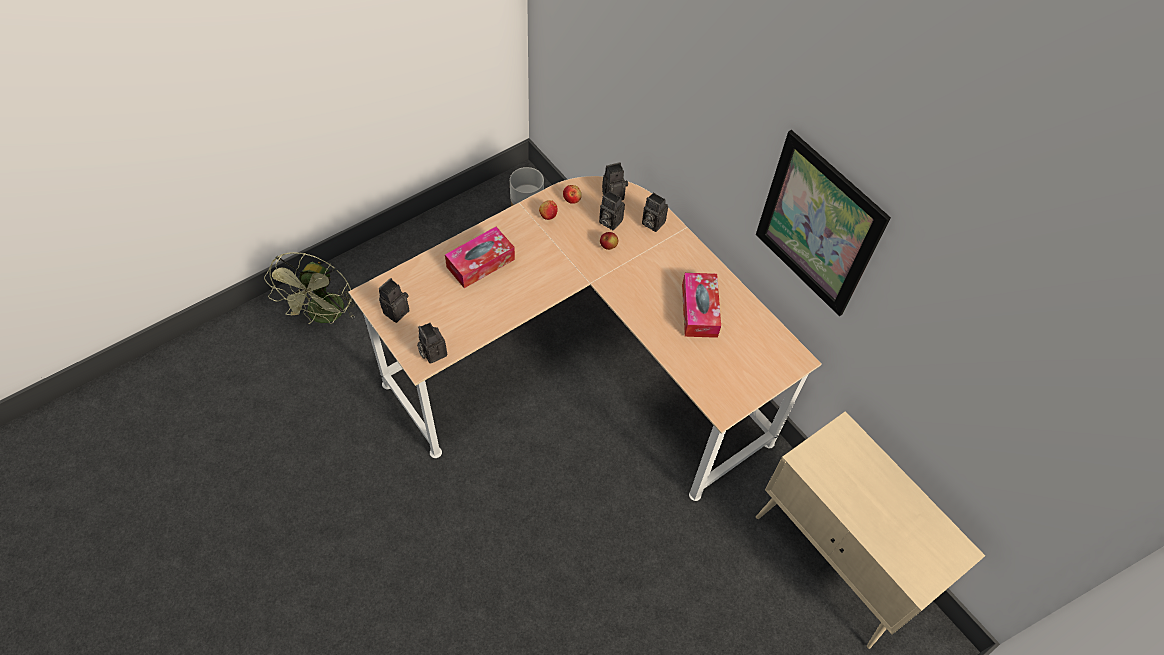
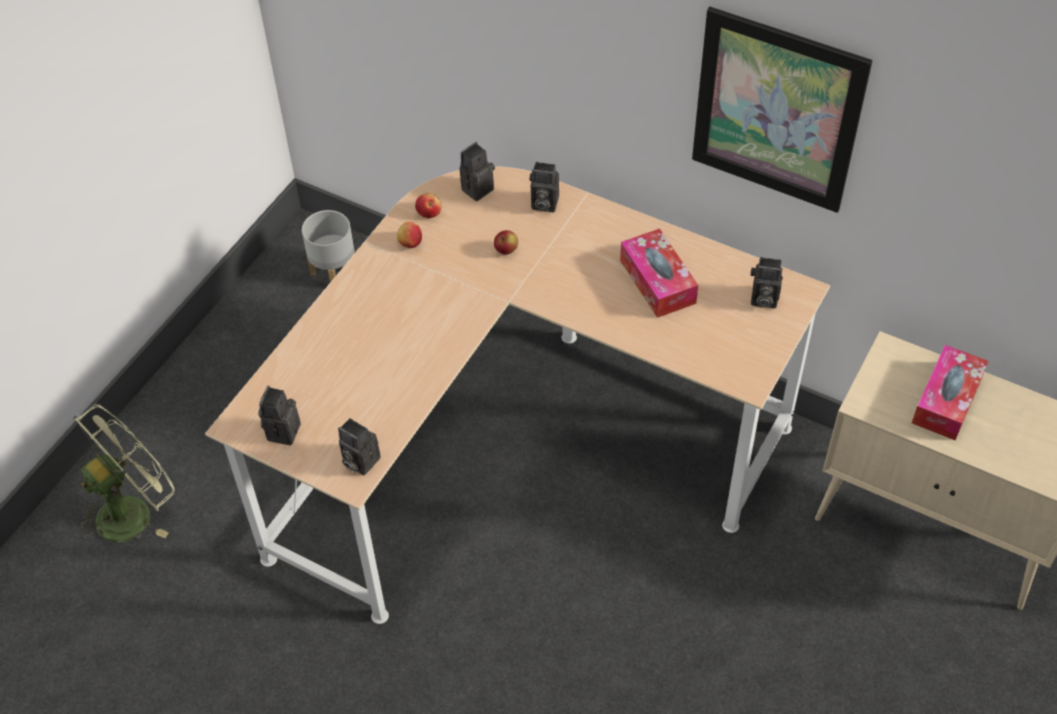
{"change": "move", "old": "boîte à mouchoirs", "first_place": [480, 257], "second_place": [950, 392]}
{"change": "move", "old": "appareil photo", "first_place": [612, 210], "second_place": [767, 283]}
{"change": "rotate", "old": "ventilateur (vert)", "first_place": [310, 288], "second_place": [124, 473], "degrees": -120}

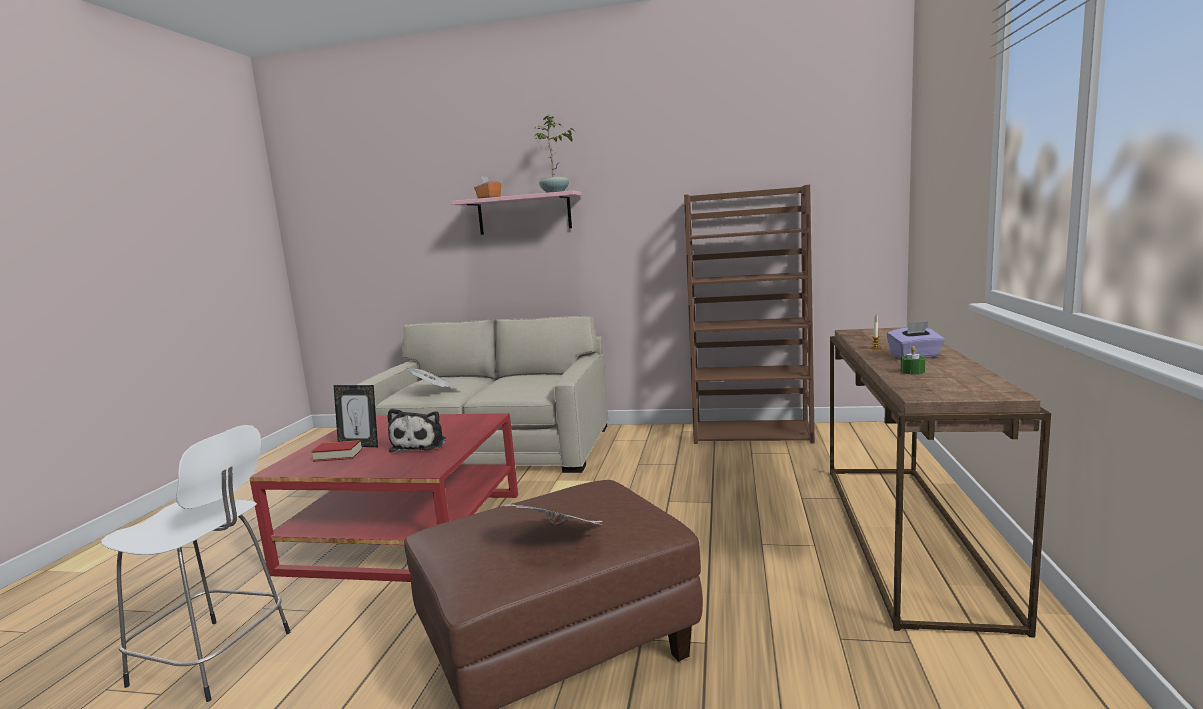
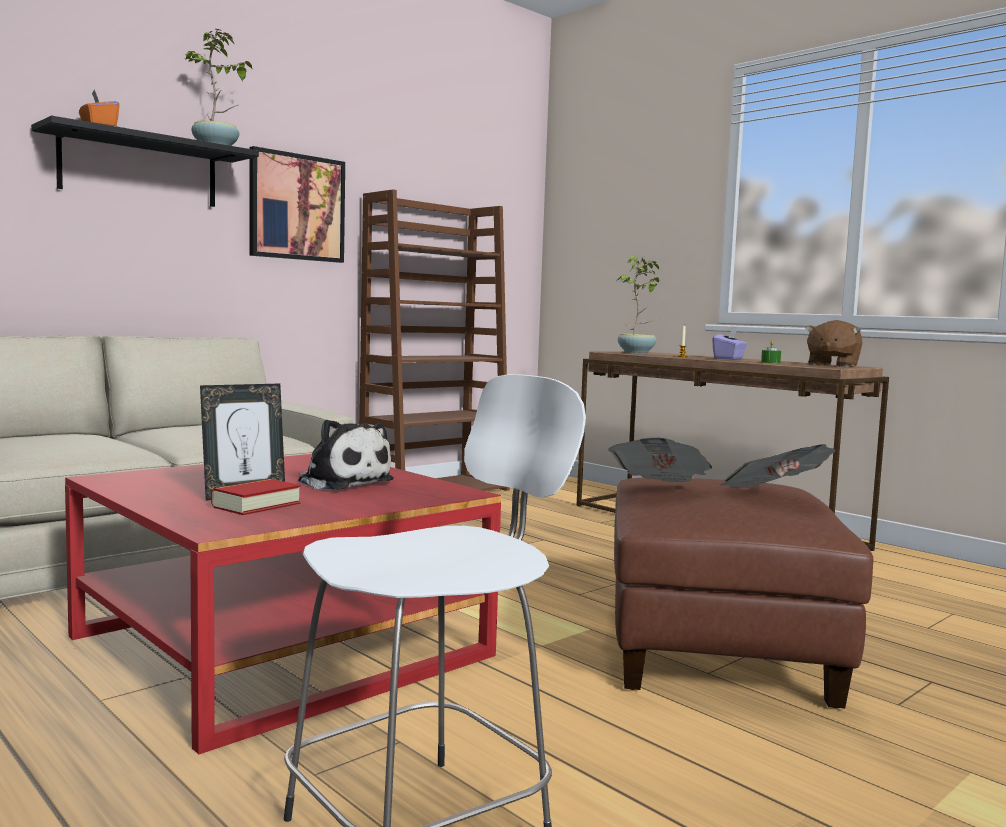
{"change": "insert", "new": "tableau", "second_place": [297, 204]}
{"change": "insert", "new": "plante en pot", "second_place": [639, 304]}
{"change": "insert", "new": "peluche (marron)", "second_place": [834, 343]}
{"change": "move", "old": "journal", "first_place": [431, 378], "second_place": [660, 460]}
{"change": "recolor", "old": "étagère (rose)", "new": "étagère (noir)", "first_place": [516, 213], "second_place": [145, 161]}

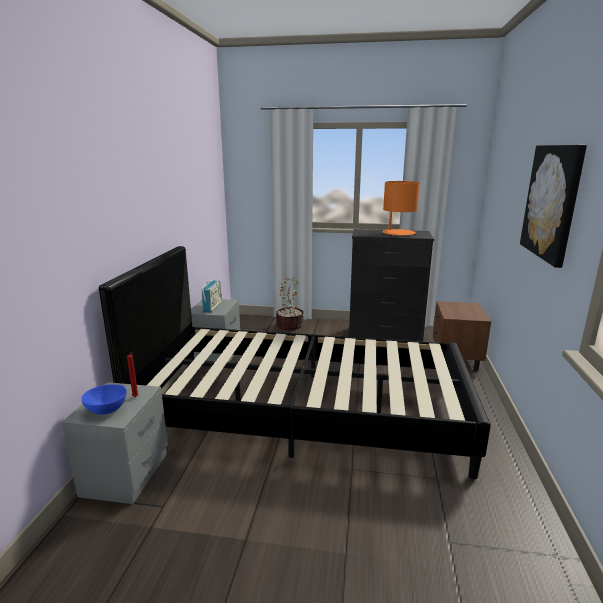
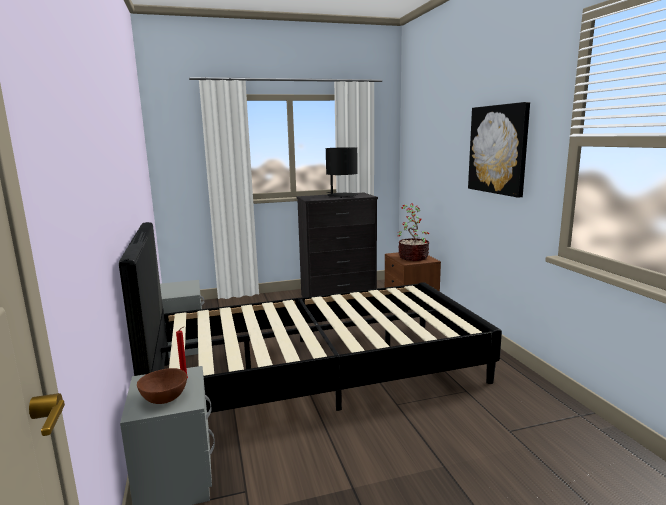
{"change": "delete", "old": "radio", "first_place": [212, 296]}
{"change": "move", "old": "plante en pot", "first_place": [290, 303], "second_place": [413, 232]}
{"change": "recolor", "old": "bol (bleu)", "new": "bol (marron)", "first_place": [104, 399], "second_place": [162, 386]}
{"change": "recolor", "old": "lampe de table (orange)", "new": "lampe de table (noir)", "first_place": [401, 208], "second_place": [342, 172]}

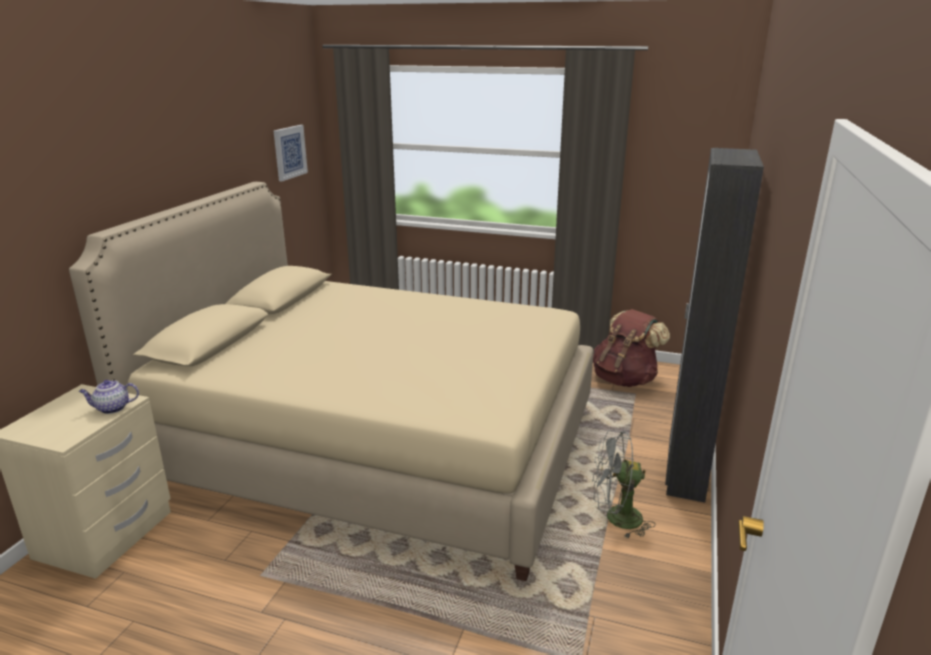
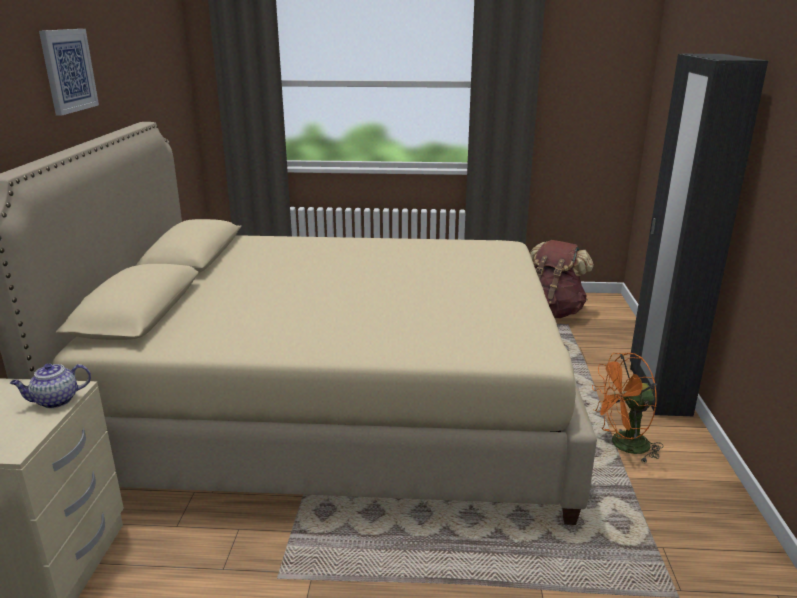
{"change": "move", "old": "tableau", "first_place": [291, 153], "second_place": [69, 72]}
{"change": "recolor", "old": "ventilateur (gris)", "new": "ventilateur (orange)", "first_place": [623, 484], "second_place": [628, 407]}

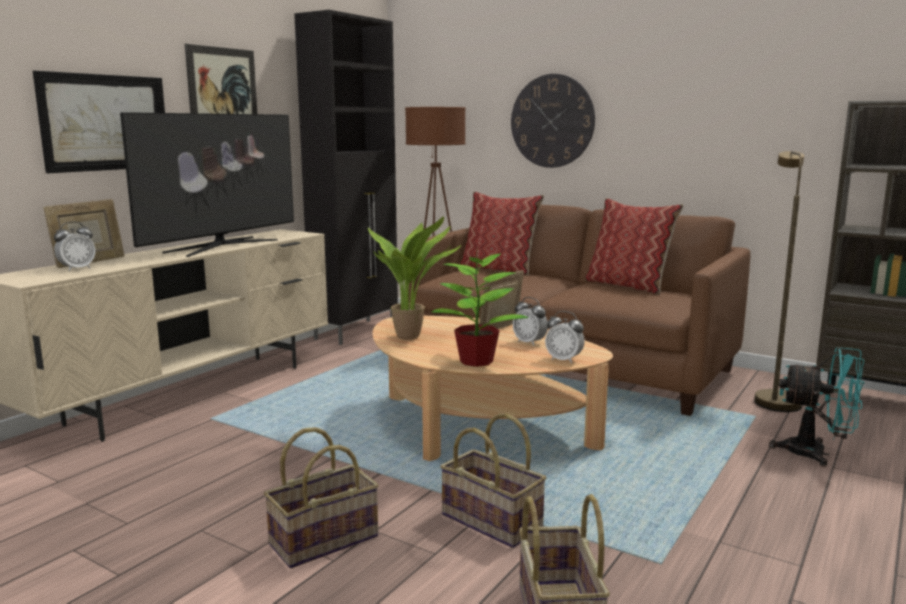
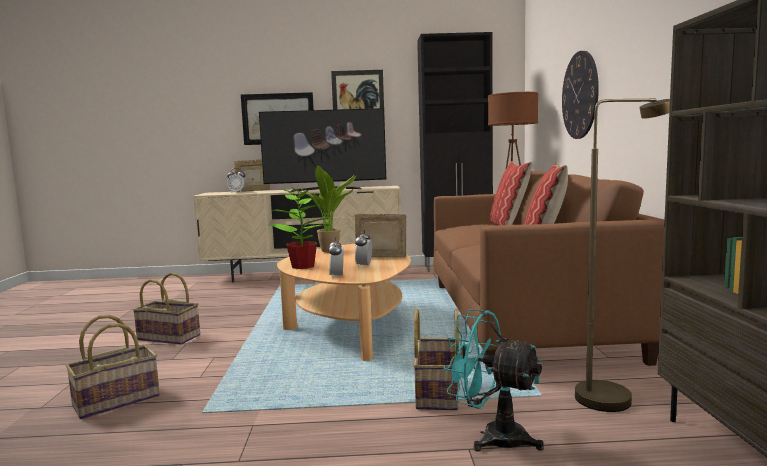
{"change": "move", "old": "panier", "first_place": [493, 480], "second_place": [436, 359]}
{"change": "rotate", "old": "ventilateur (turquoise)", "first_place": [817, 407], "second_place": [493, 380], "degrees": 135}

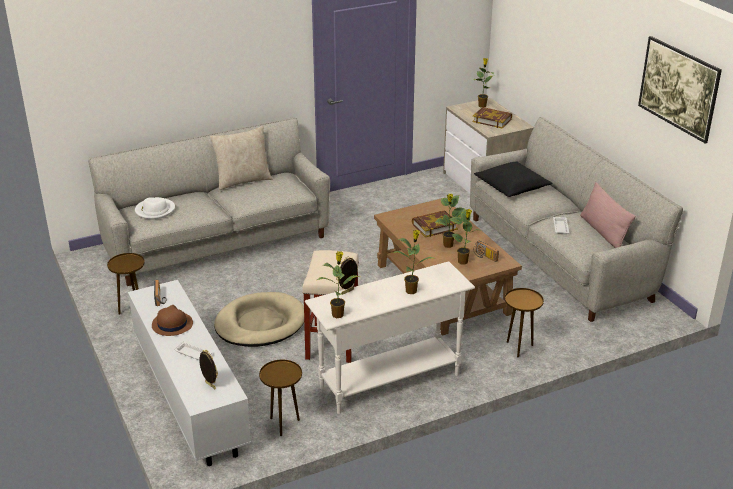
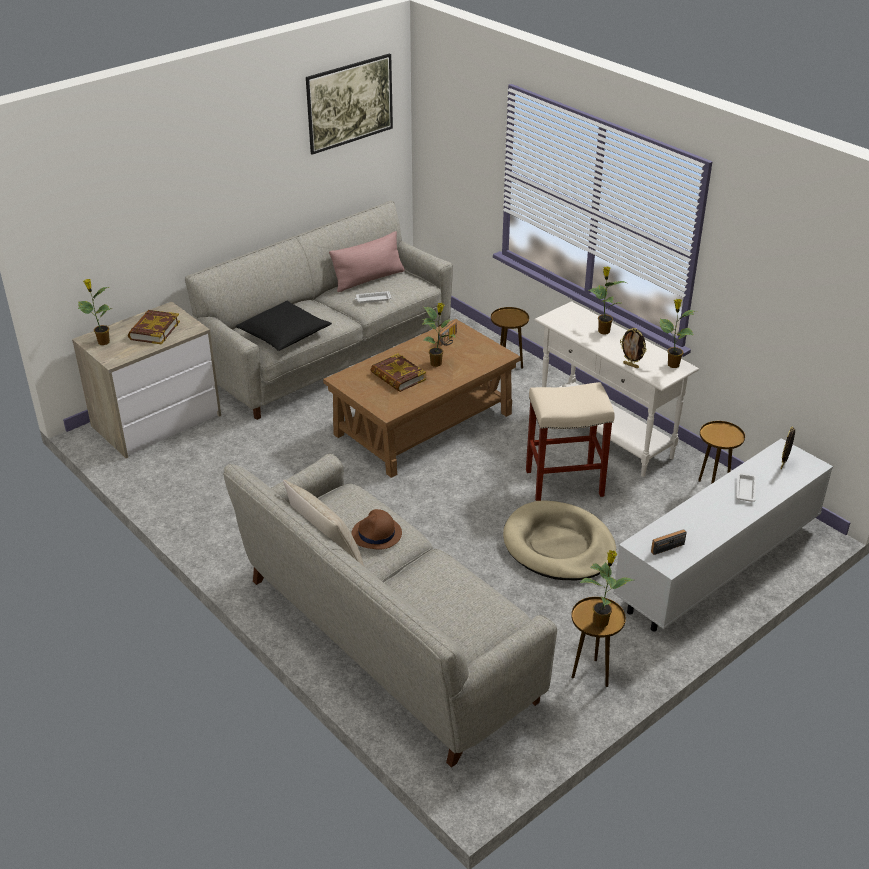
{"change": "delete", "old": "chapeau (blanc)", "first_place": [155, 208]}
{"change": "move", "old": "chapeau (marron)", "first_place": [172, 320], "second_place": [376, 529]}
{"change": "move", "old": "plante en pot", "first_place": [465, 237], "second_place": [606, 589]}

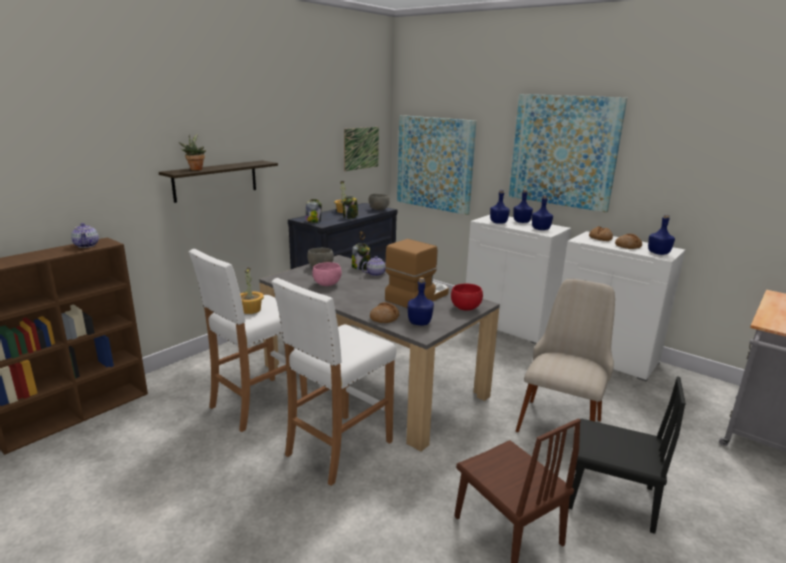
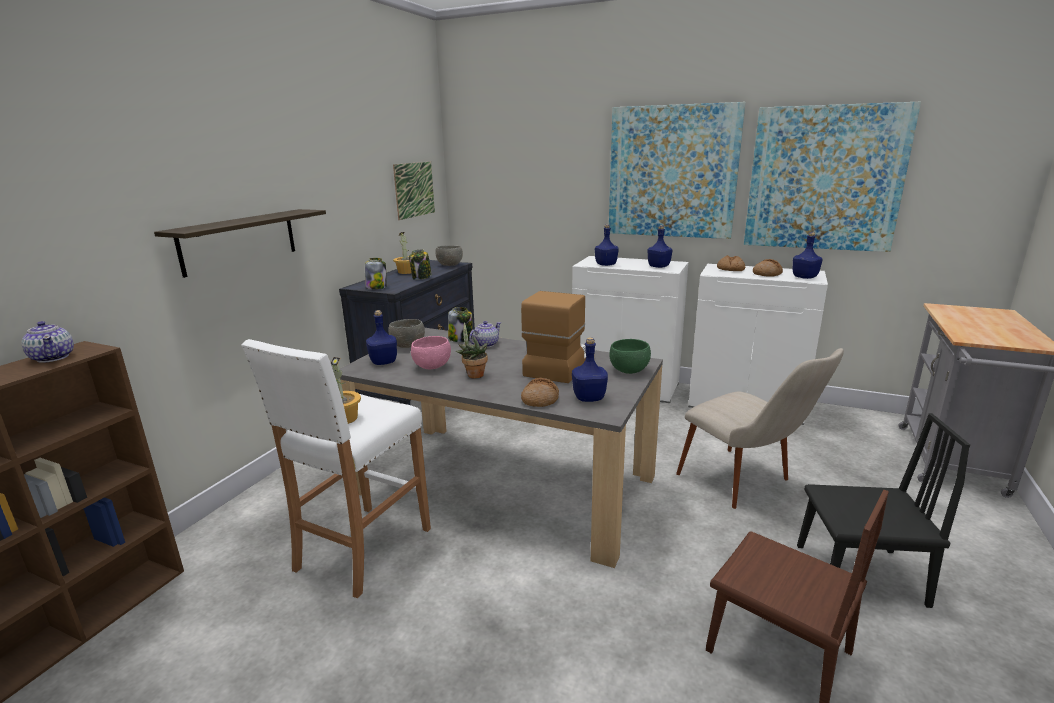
{"change": "delete", "old": "tabouret (blanc)", "first_place": [334, 382]}
{"change": "move", "old": "plante en pot", "first_place": [192, 151], "second_place": [472, 350]}
{"change": "move", "old": "tableau", "first_place": [436, 165], "second_place": [832, 177]}
{"change": "move", "old": "bouteille (bleu)", "first_place": [523, 206], "second_place": [381, 337]}
{"change": "recolor", "old": "bol (rouge)", "new": "bol (vert)", "first_place": [467, 297], "second_place": [630, 356]}
{"change": "rotate", "old": "chaise (beige)", "first_place": [565, 355], "second_place": [760, 428], "degrees": 135}

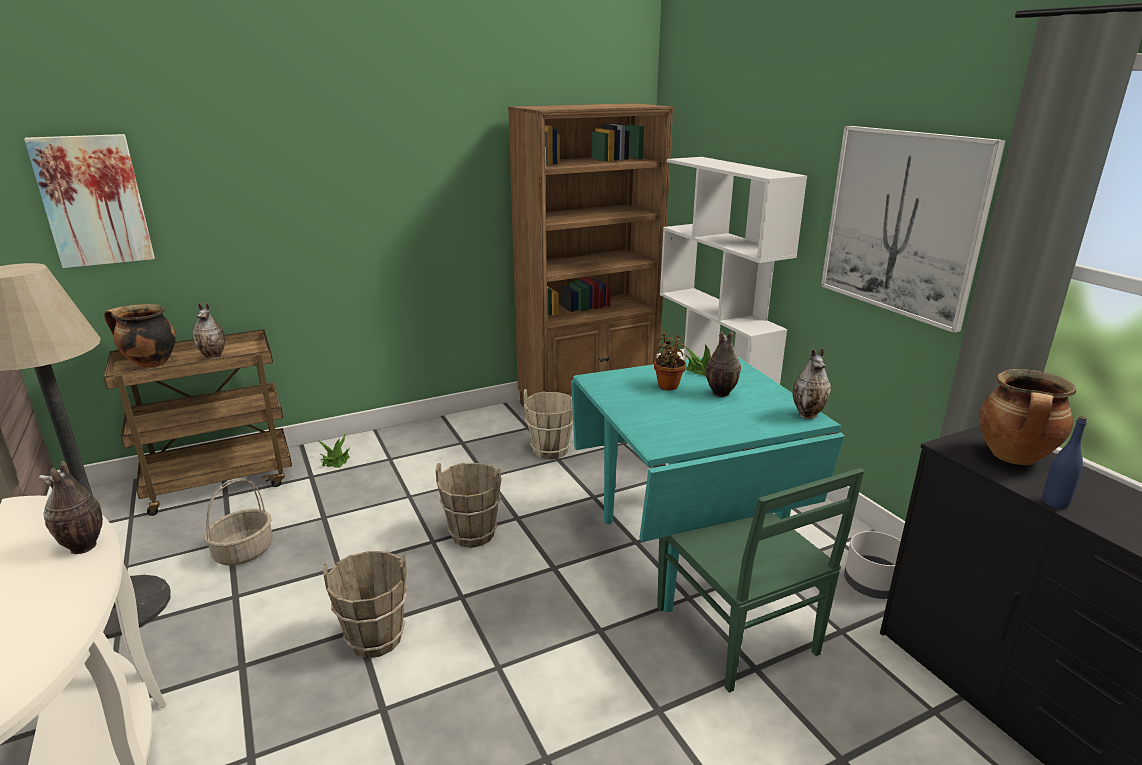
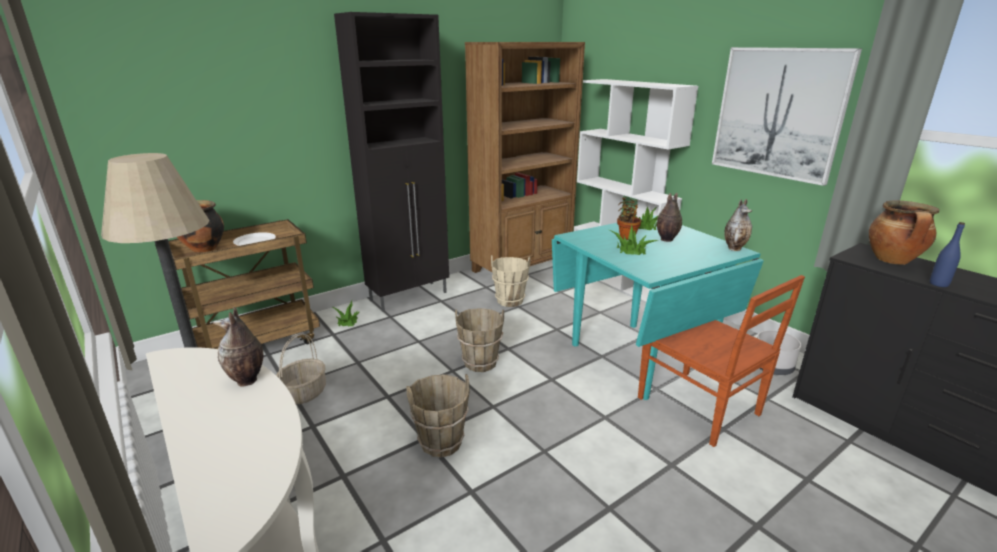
{"change": "delete", "old": "tableau", "first_place": [89, 201]}
{"change": "insert", "new": "meuble de rangement (noir)", "second_place": [391, 162]}
{"change": "insert", "new": "plante en pot", "second_place": [634, 239]}
{"change": "replace", "old": "vase", "new": "assiette (blanc)", "first_place": [209, 331], "second_place": [254, 239]}
{"change": "recolor", "old": "chaise (vert)", "new": "chaise (marron)", "first_place": [761, 580], "second_place": [721, 361]}

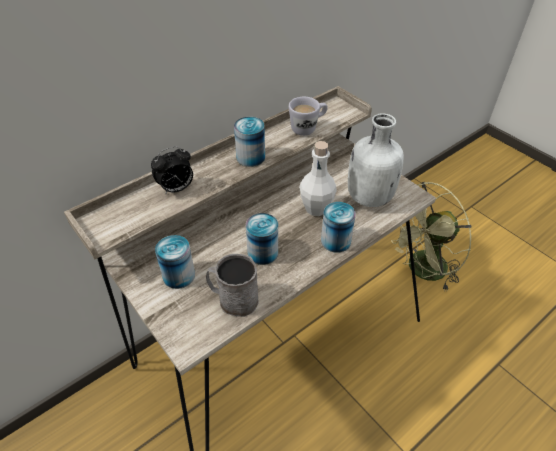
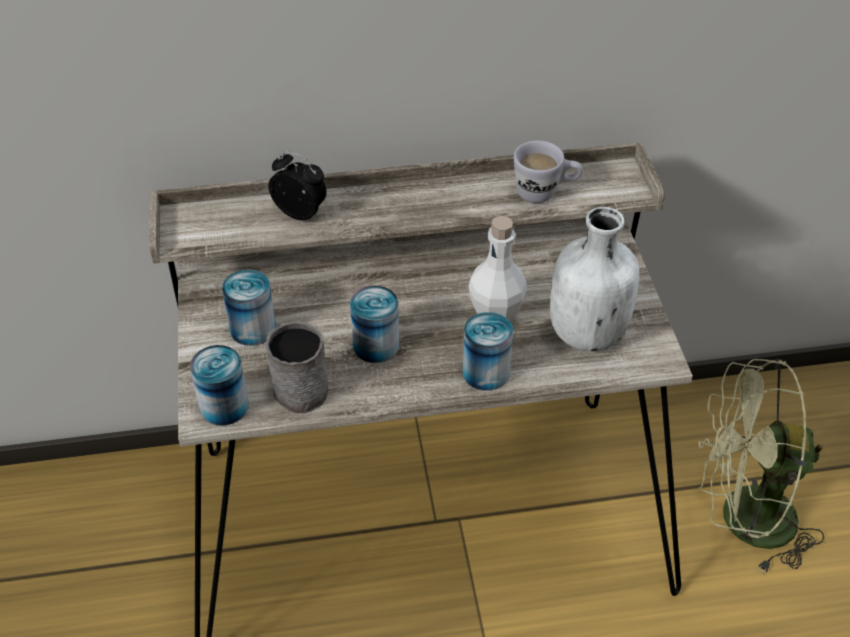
{"change": "move", "old": "boîte métallique", "first_place": [249, 142], "second_place": [219, 385]}
{"change": "rotate", "old": "réveil", "first_place": [172, 170], "second_place": [298, 186], "degrees": -150}

